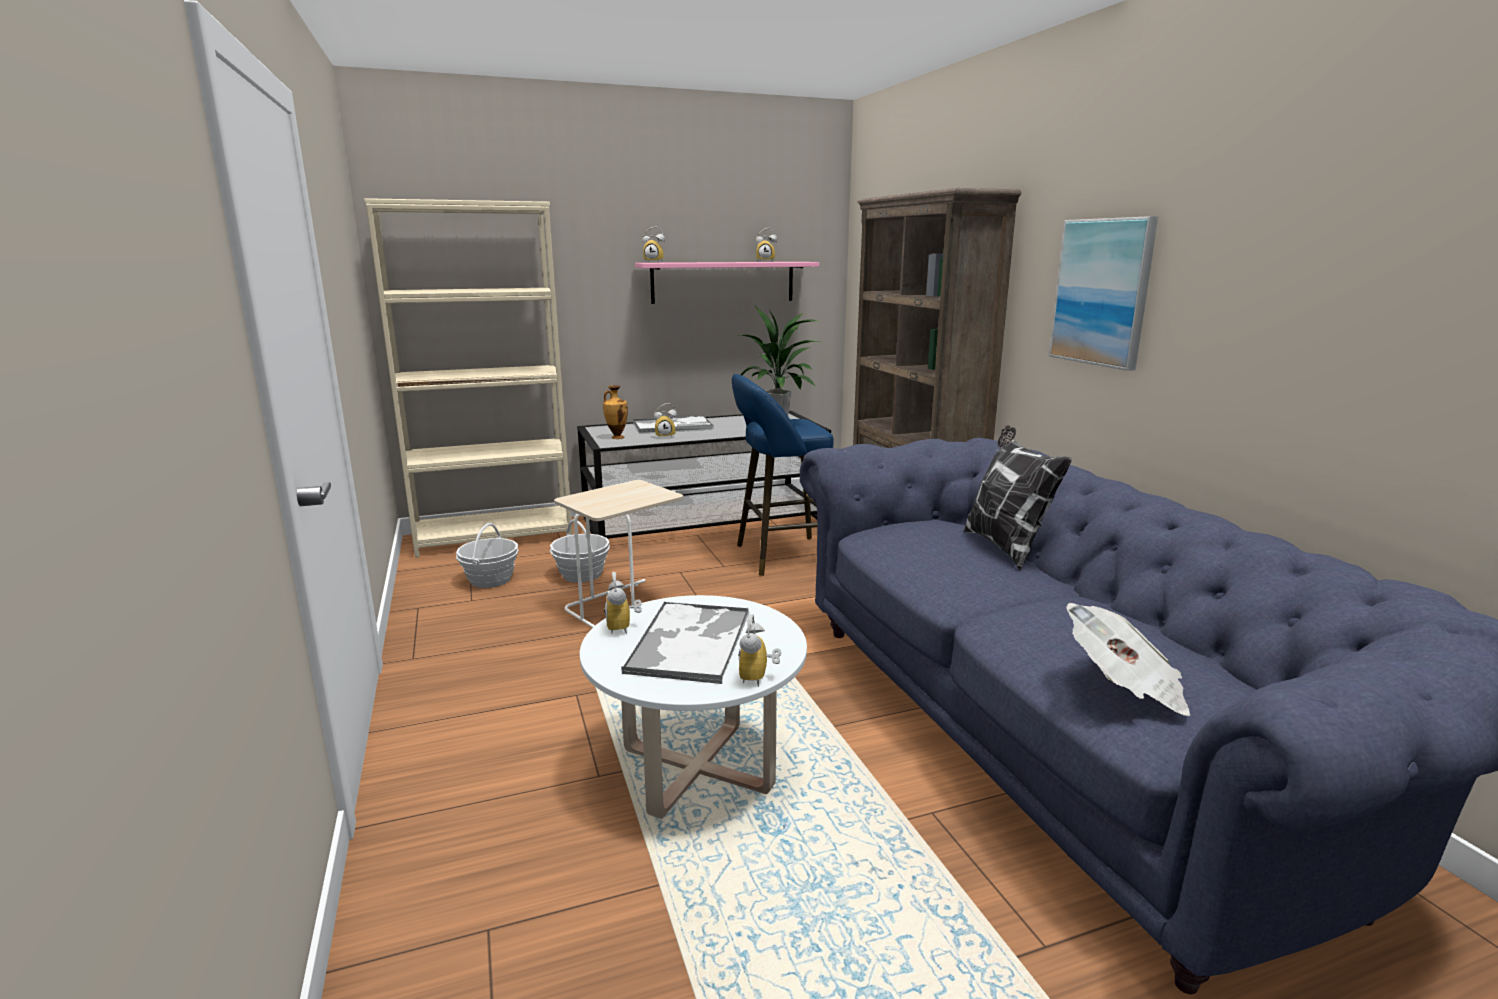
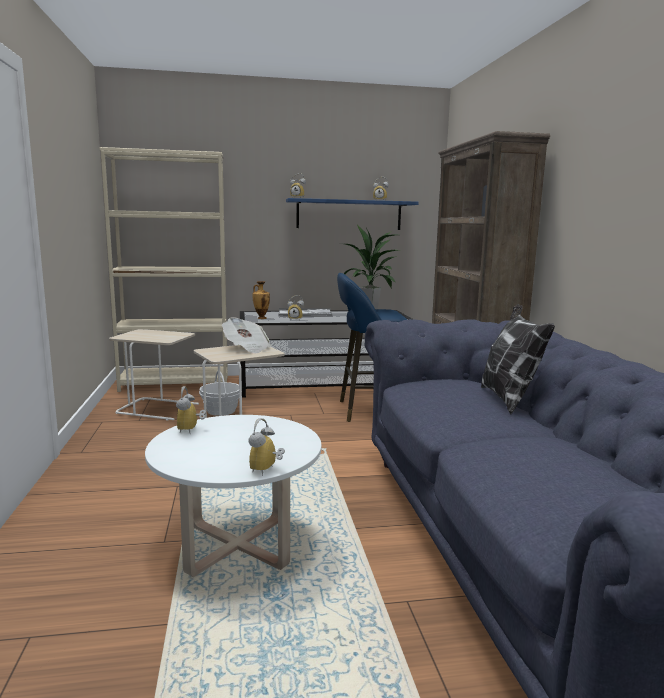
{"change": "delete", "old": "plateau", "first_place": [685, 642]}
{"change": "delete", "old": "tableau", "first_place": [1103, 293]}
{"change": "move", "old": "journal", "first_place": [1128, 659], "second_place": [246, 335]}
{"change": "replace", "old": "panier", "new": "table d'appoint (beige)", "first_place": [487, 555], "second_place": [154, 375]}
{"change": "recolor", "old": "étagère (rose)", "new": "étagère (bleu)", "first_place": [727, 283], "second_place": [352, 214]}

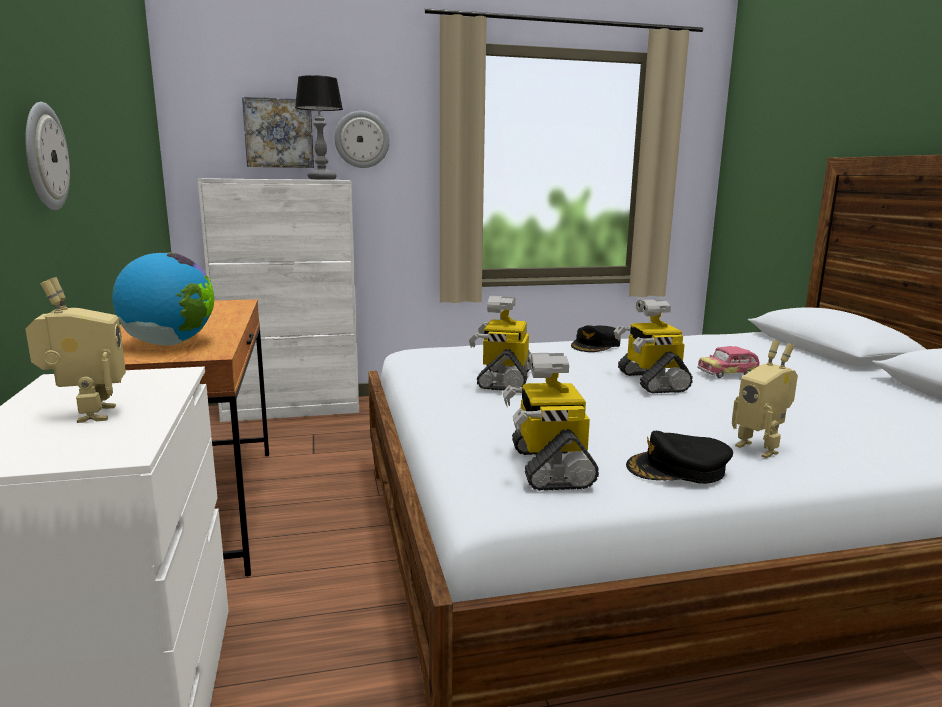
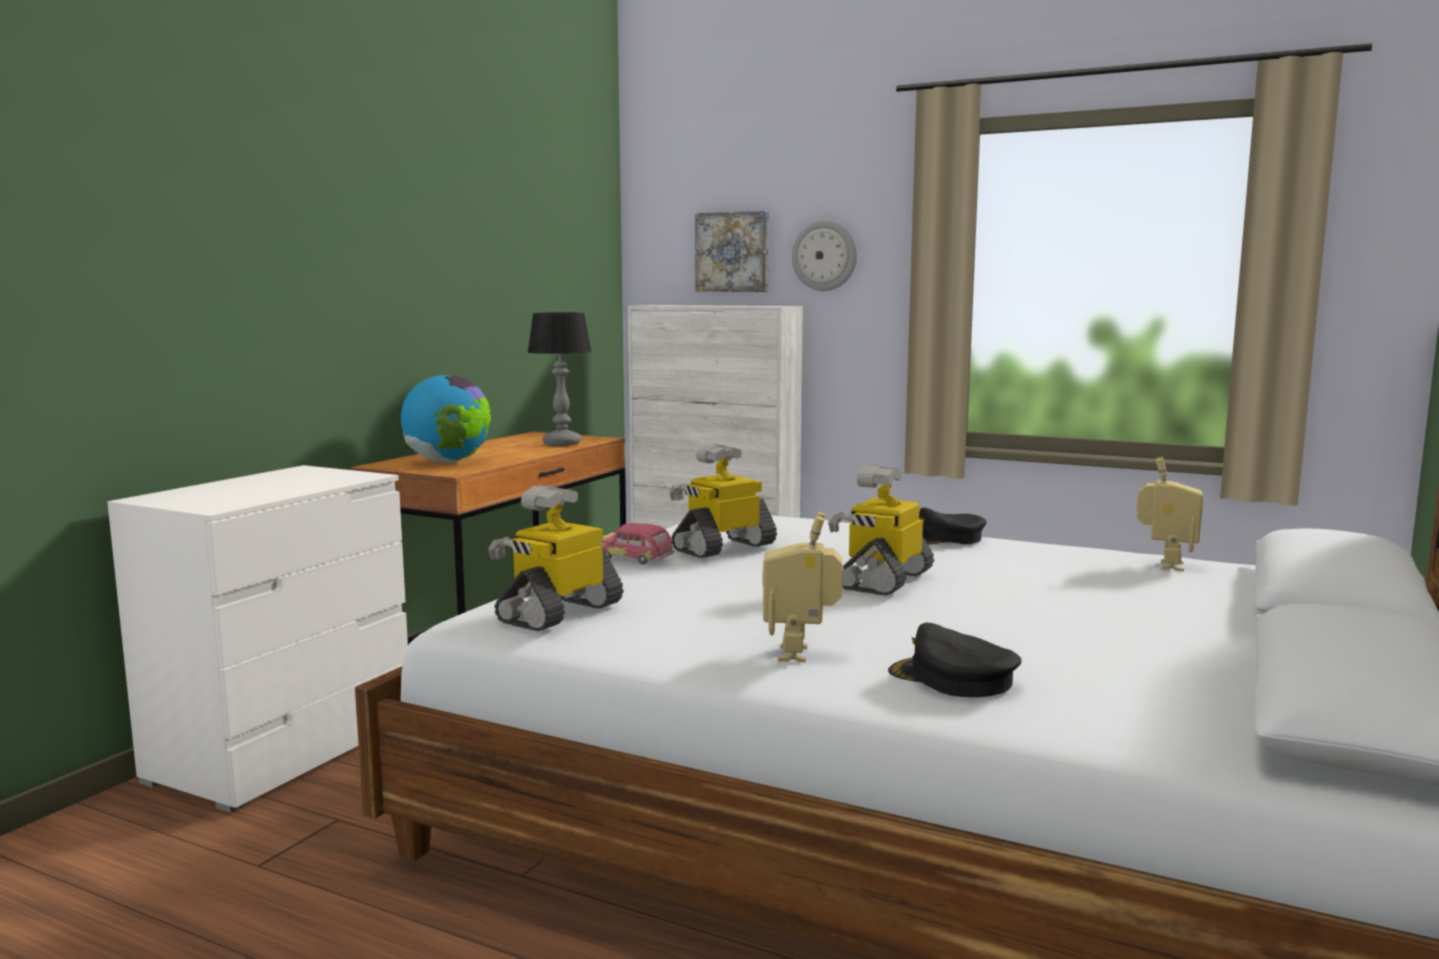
{"change": "delete", "old": "horloge murale", "first_place": [47, 156]}
{"change": "move", "old": "robot jouet", "first_place": [76, 350], "second_place": [1170, 514]}
{"change": "move", "old": "lampe de table", "first_place": [319, 127], "second_place": [560, 379]}
{"change": "move", "old": "casquette (noir)", "first_place": [679, 457], "second_place": [954, 660]}
{"change": "move", "old": "petite voiture", "first_place": [728, 362], "second_place": [636, 544]}

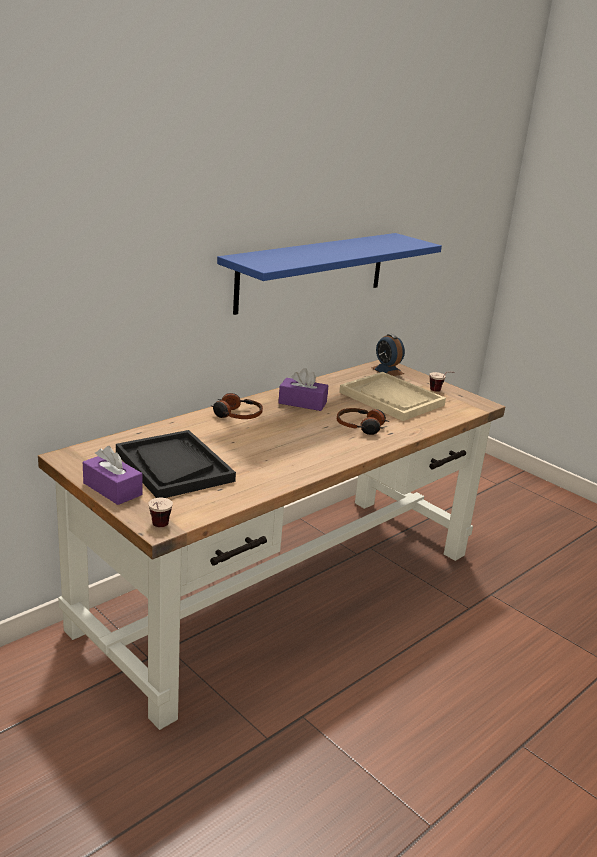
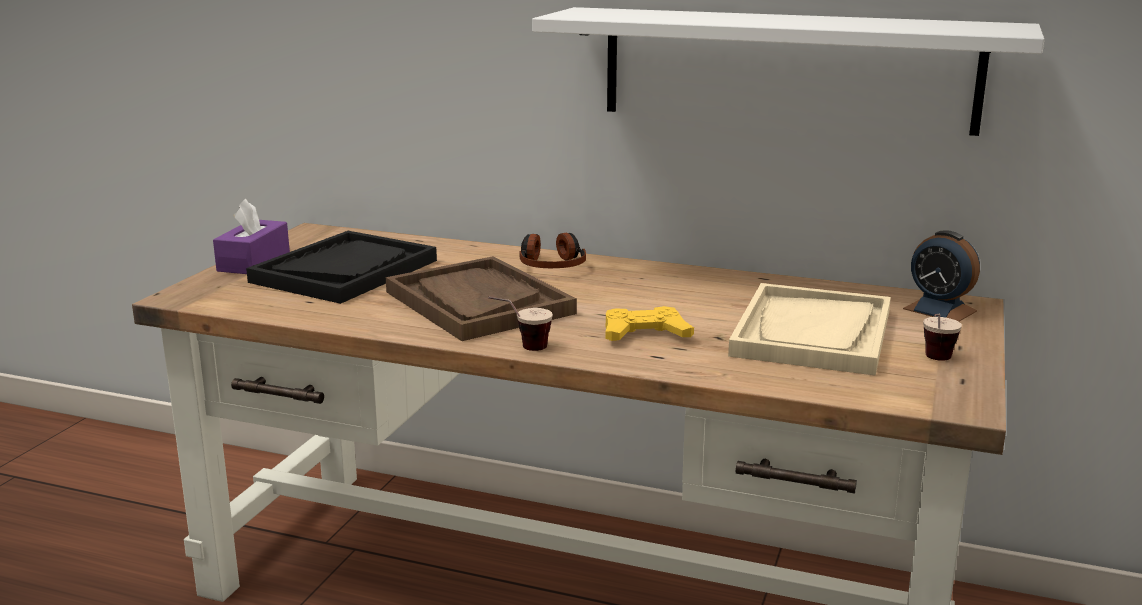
{"change": "delete", "old": "boîte à mouchoirs (violet)", "first_place": [303, 389]}
{"change": "insert", "new": "plateau (marron)", "second_place": [481, 298]}
{"change": "move", "old": "tasse", "first_place": [160, 512], "second_place": [520, 324]}
{"change": "replace", "old": "casque audio", "new": "manette (jaune)", "first_place": [363, 421], "second_place": [649, 323]}
{"change": "recolor", "old": "étagère (bleu)", "new": "étagère (blanc)", "first_place": [329, 274], "second_place": [788, 71]}
{"change": "rotate", "old": "réveil", "first_place": [388, 355], "second_place": [941, 276], "degrees": -75}

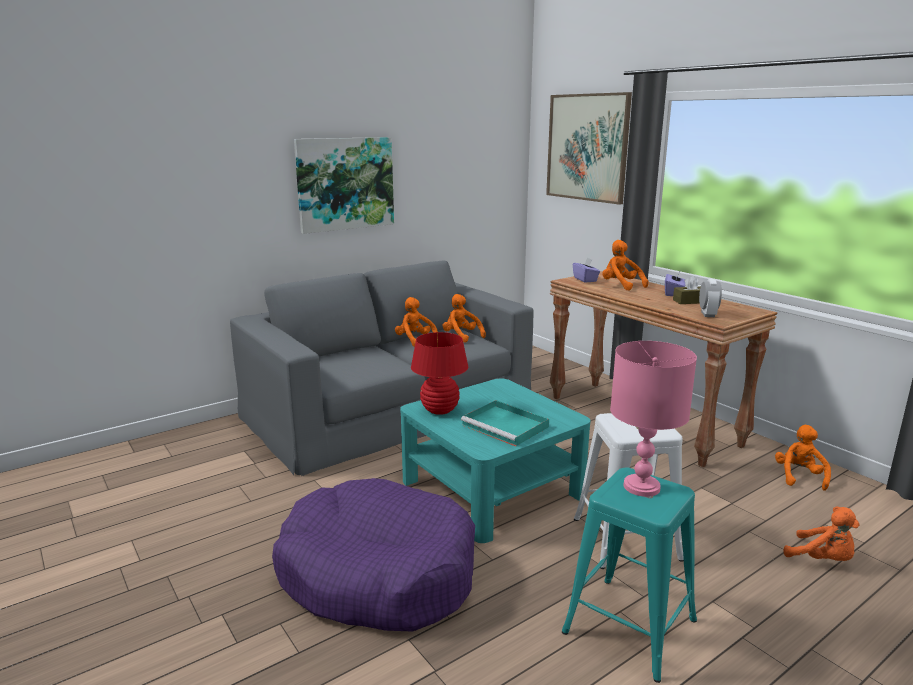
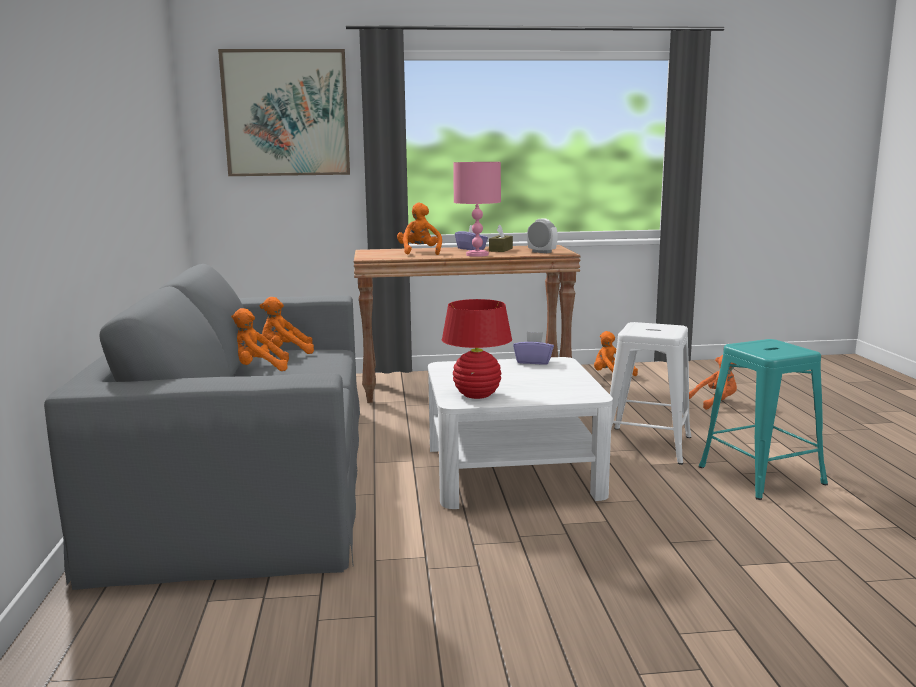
{"change": "delete", "old": "panier pour chien (violet)", "first_place": [373, 555]}
{"change": "delete", "old": "tableau", "first_place": [344, 185]}
{"change": "delete", "old": "plateau (turquoise)", "first_place": [505, 423]}
{"change": "move", "old": "boîte à mouchoirs (violet)", "first_place": [586, 270], "second_place": [533, 348]}
{"change": "move", "old": "lampe de table (rose)", "first_place": [653, 419], "second_place": [477, 209]}
{"change": "recolor", "old": "table basse (turquoise)", "new": "table basse (blanc)", "first_place": [495, 460], "second_place": [520, 433]}
{"change": "rotate", "old": "peluche (orange)", "first_place": [625, 265], "second_place": [419, 228], "degrees": 90}

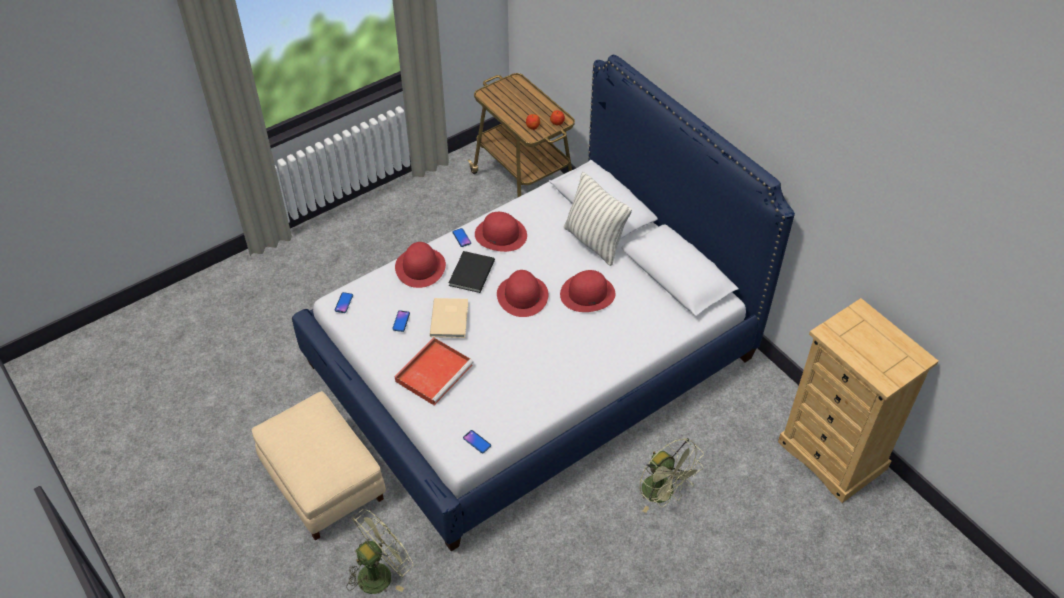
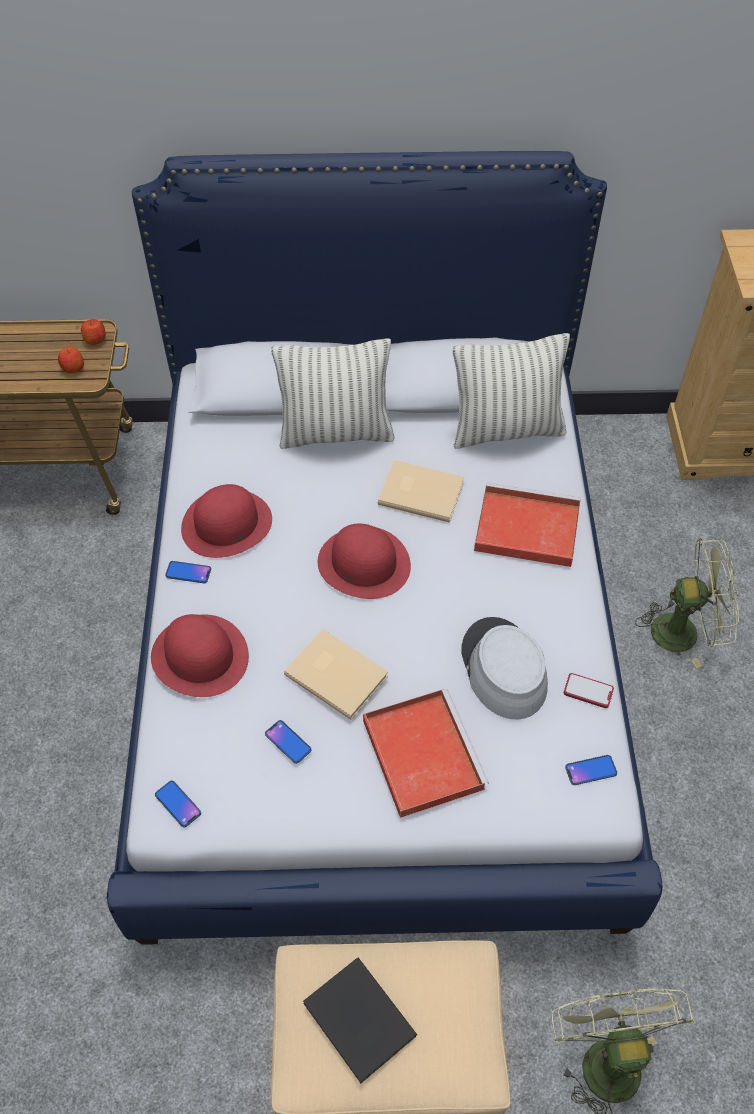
{"change": "insert", "new": "coussin", "second_place": [511, 391]}
{"change": "insert", "new": "chapeau (gris)", "second_place": [504, 668]}
{"change": "insert", "new": "plateau (rouge)", "second_place": [527, 525]}
{"change": "insert", "new": "téléphone", "second_place": [589, 690]}
{"change": "move", "old": "livre (noir)", "first_place": [471, 272], "second_place": [360, 1020]}
{"change": "replace", "old": "chapeau (rouge)", "new": "livre (beige)", "first_place": [587, 291], "second_place": [421, 491]}

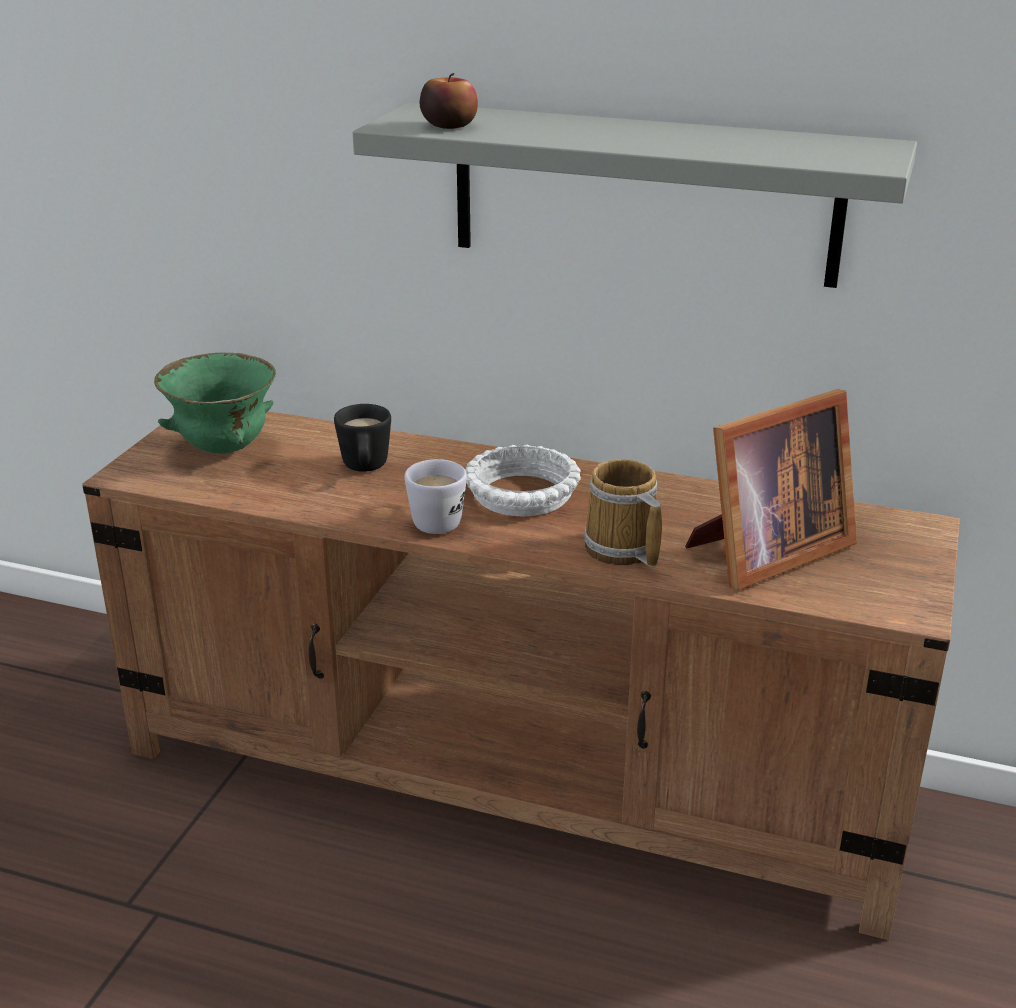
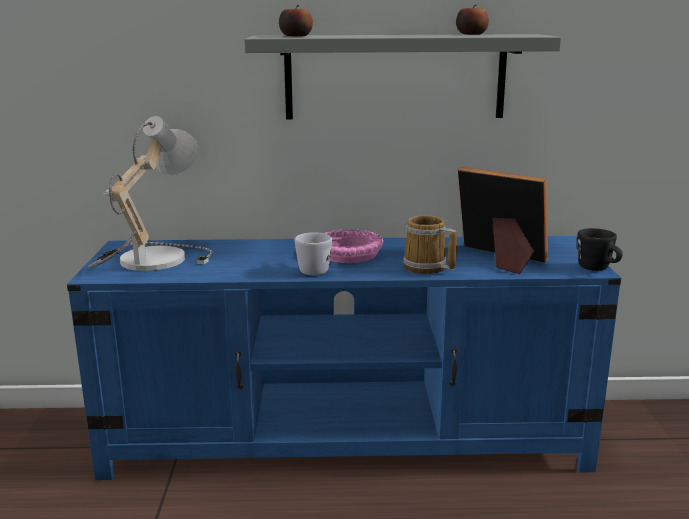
{"change": "insert", "new": "pomme", "second_place": [472, 19]}
{"change": "move", "old": "mug (noir)", "first_place": [362, 438], "second_place": [600, 249]}
{"change": "replace", "old": "bol (vert)", "new": "lampe de table", "first_place": [215, 403], "second_place": [150, 193]}
{"change": "recolor", "old": "meuble télé (marron)", "new": "meuble télé (bleu)", "first_place": [521, 675], "second_place": [344, 358]}
{"change": "recolor", "old": "bol (blanc)", "new": "bol (rose)", "first_place": [523, 480], "second_place": [354, 246]}
{"change": "rotate", "old": "cadre photo", "first_place": [771, 489], "second_place": [503, 220], "degrees": -90}

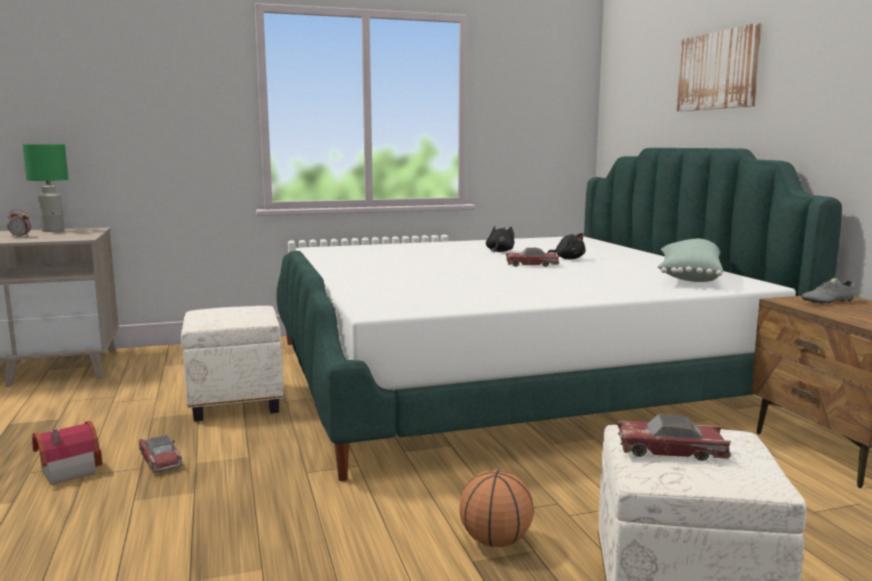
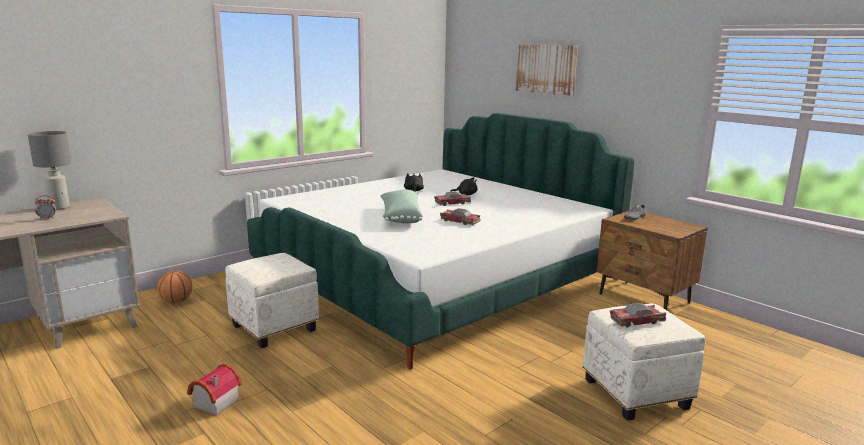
{"change": "move", "old": "petite voiture", "first_place": [161, 453], "second_place": [460, 216]}
{"change": "move", "old": "ballon de basket", "first_place": [497, 508], "second_place": [174, 286]}
{"change": "move", "old": "coussin (vert)", "first_place": [690, 260], "second_place": [401, 206]}
{"change": "recolor", "old": "lampe de table (vert)", "new": "lampe de table (gris)", "first_place": [45, 188], "second_place": [49, 170]}

